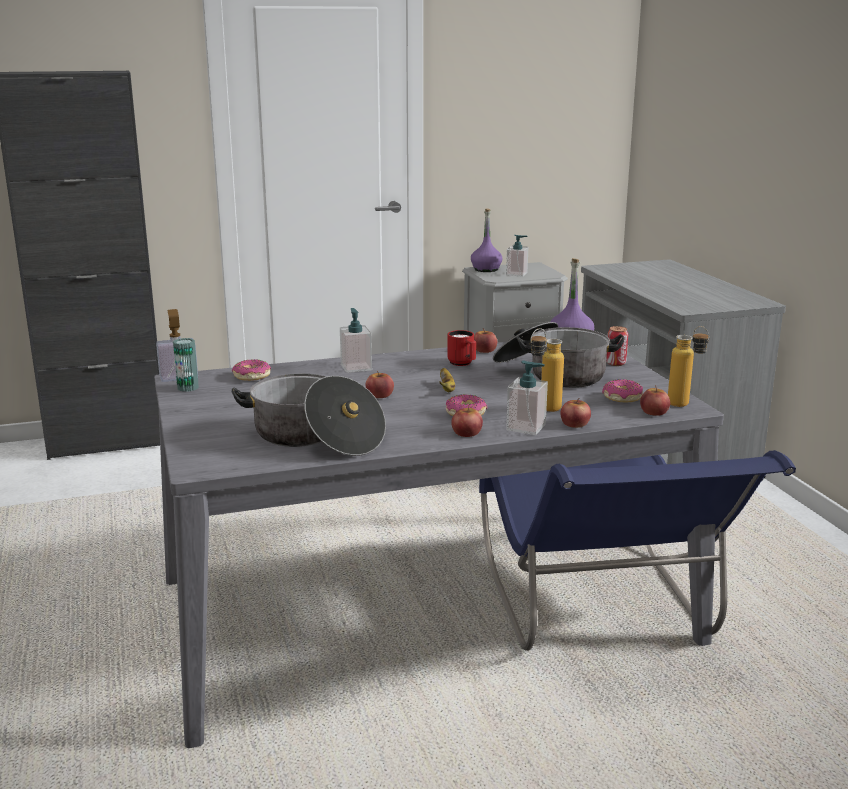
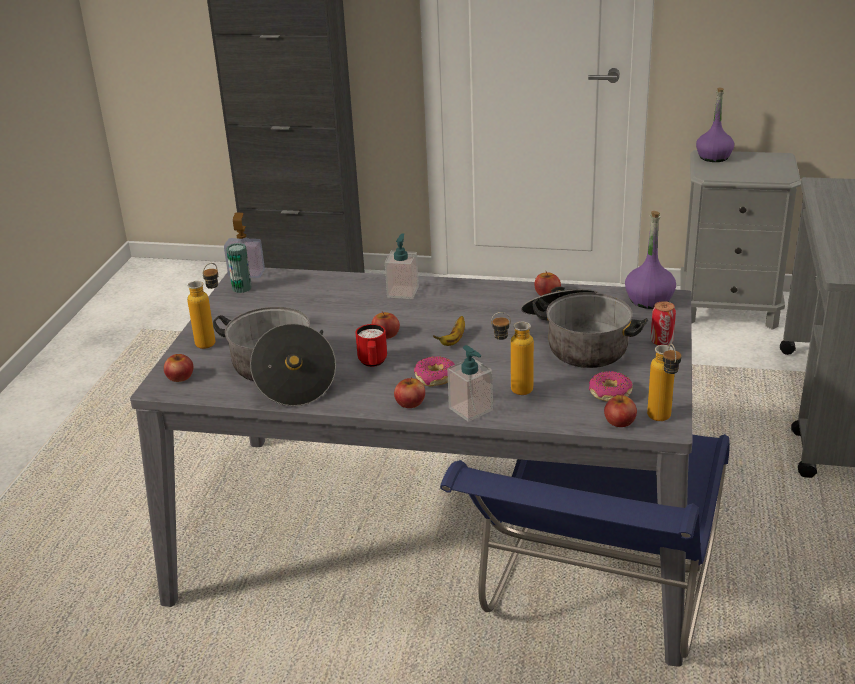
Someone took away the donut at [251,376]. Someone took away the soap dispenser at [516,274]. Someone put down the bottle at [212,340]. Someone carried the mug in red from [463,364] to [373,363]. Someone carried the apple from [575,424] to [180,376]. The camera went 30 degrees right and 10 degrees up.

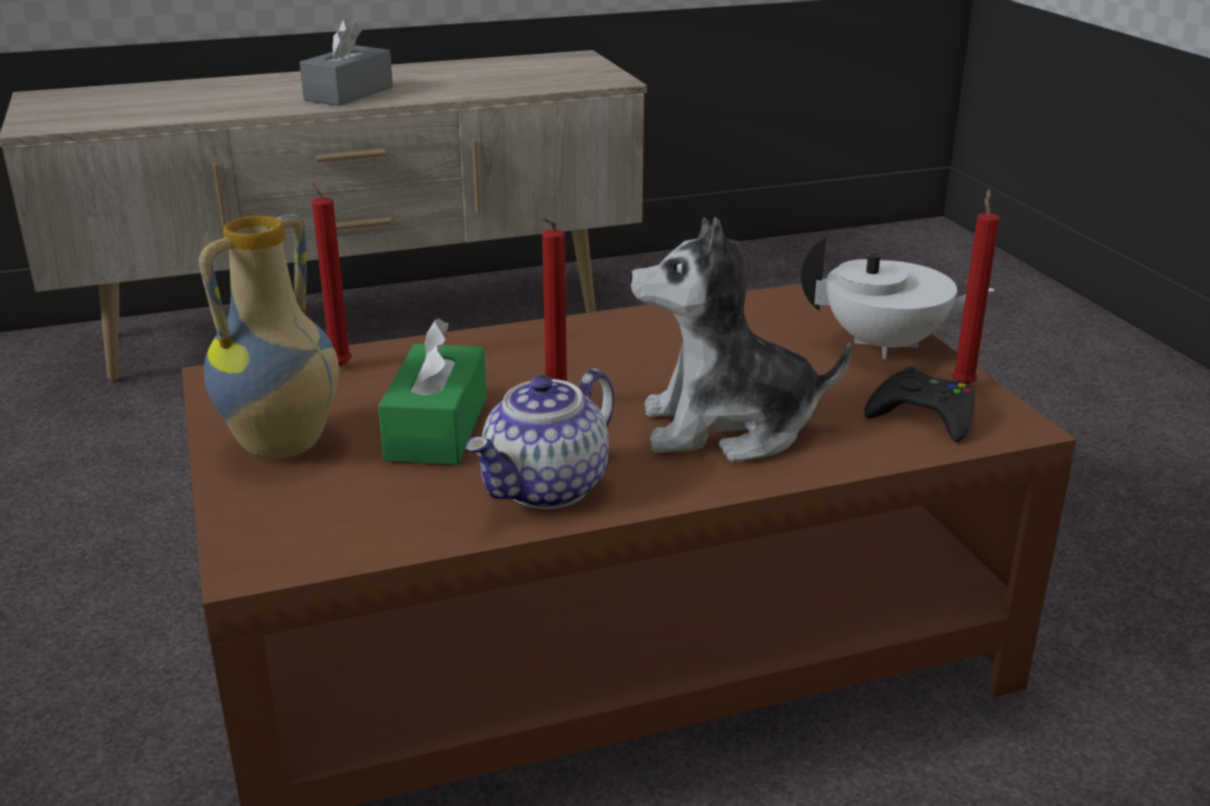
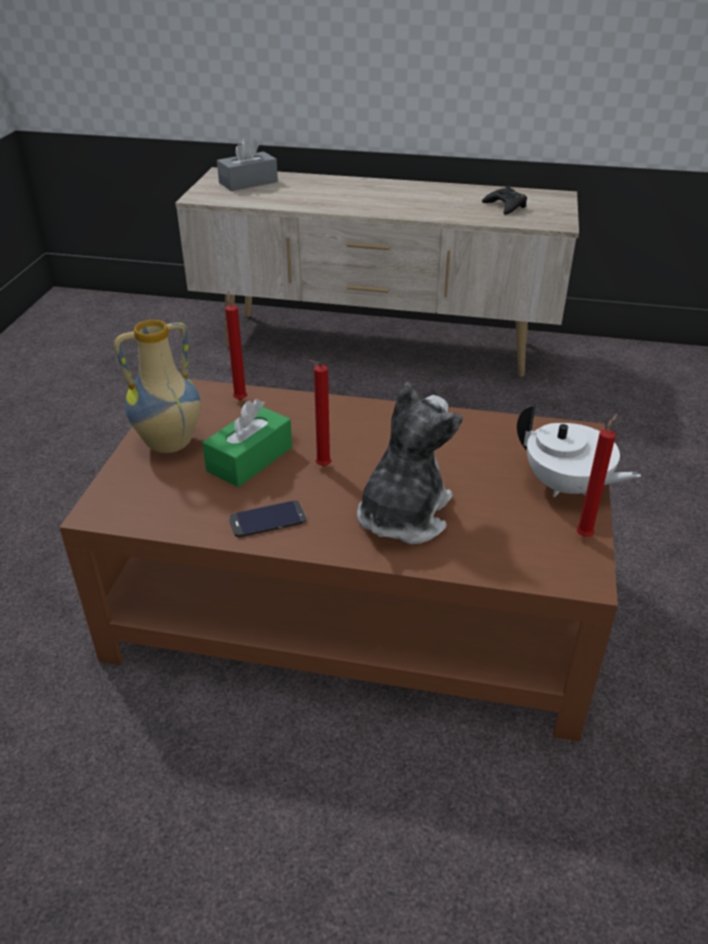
Someone carried the tissue box in grey from [349,93] to [248,182]. Someone carried the game controller in black from [923,415] to [505,206]. Someone swapped the teapot at [547,488] for the phone at [267,519]. Someone rotated the plush toy at [727,428] by 90 degrees clockwise. The camera went 30 degrees right and 10 degrees up.

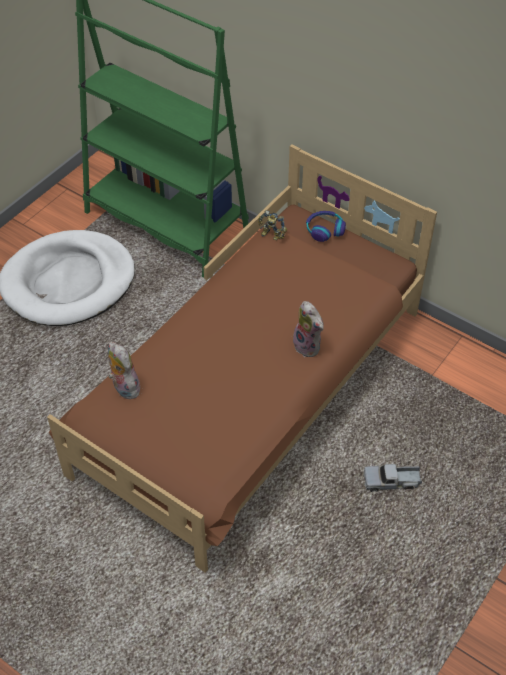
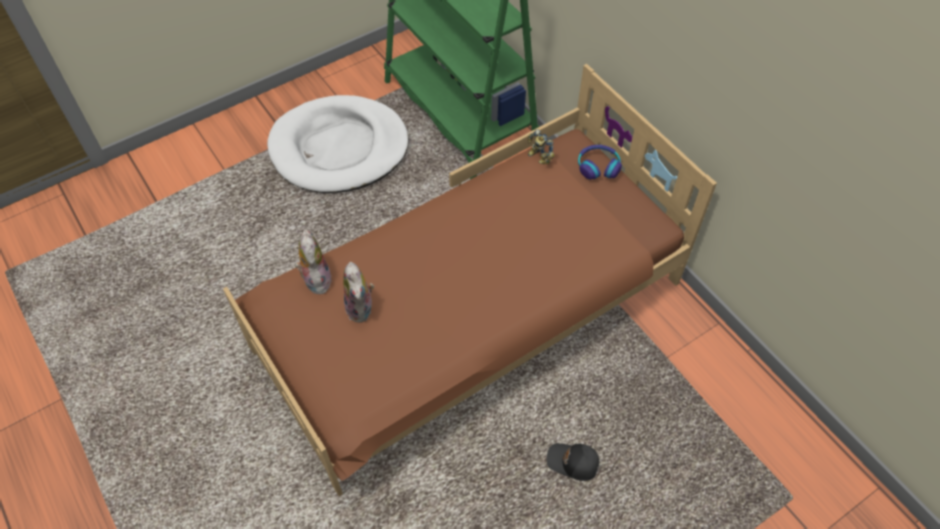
Someone carried the plush toy from [309,346] to [361,309]. Someone swapped the toy truck at [391,481] for the cap in black at [573,463]. The camera went 20 degrees right and 5 degrees up.

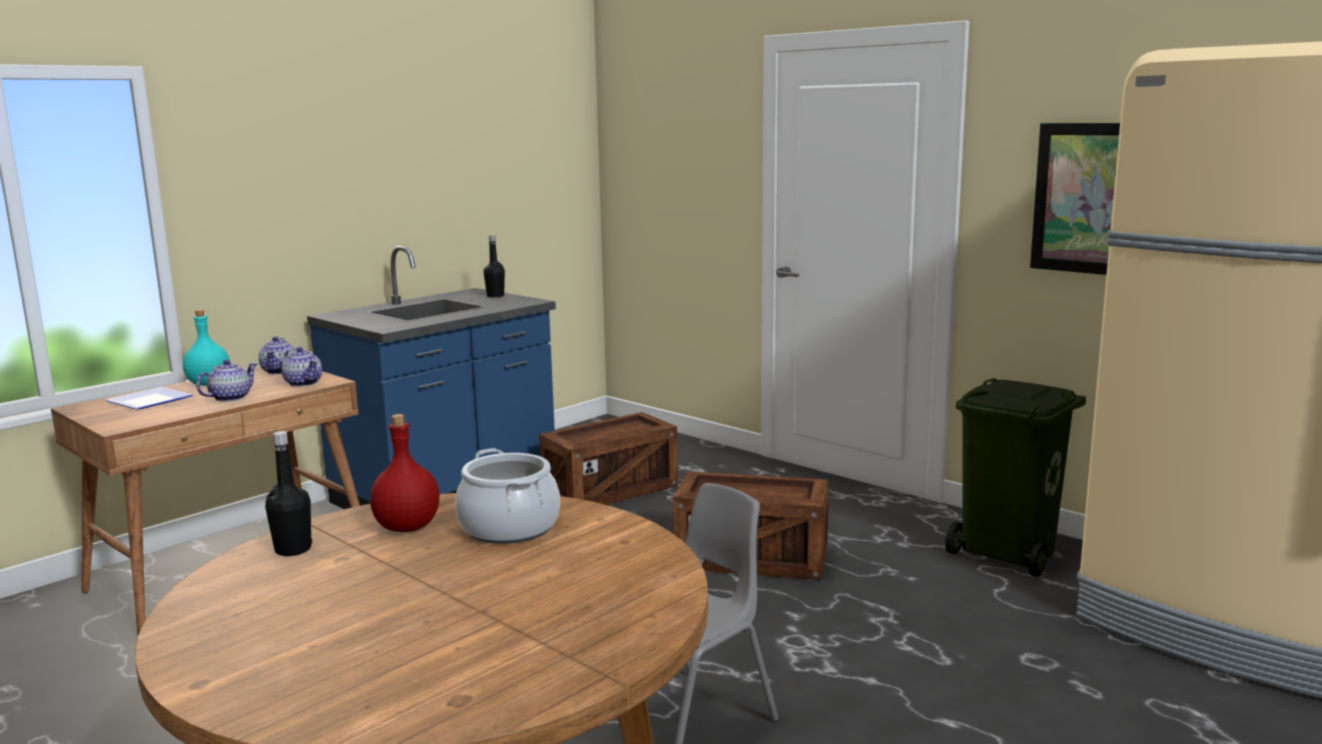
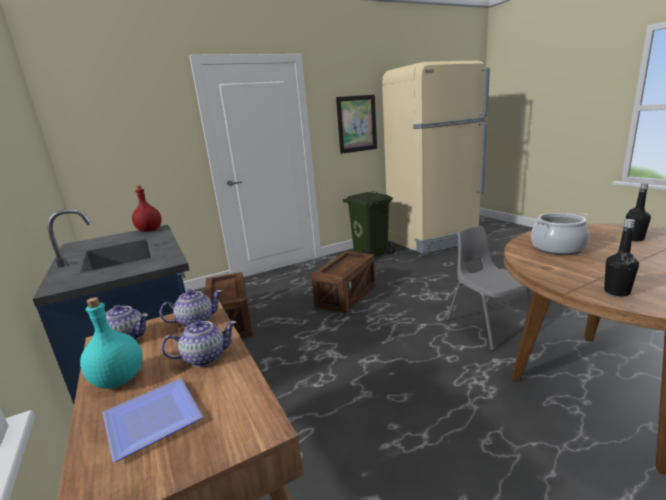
Someone carried the bottle in red from [406,527] to [149,230]. Someone carried the bottle in black from [495,296] to [634,239]. Someone rotated the teapot at [230,398] by 105 degrees clockwise. The camera went 70 degrees left and 5 degrees up.

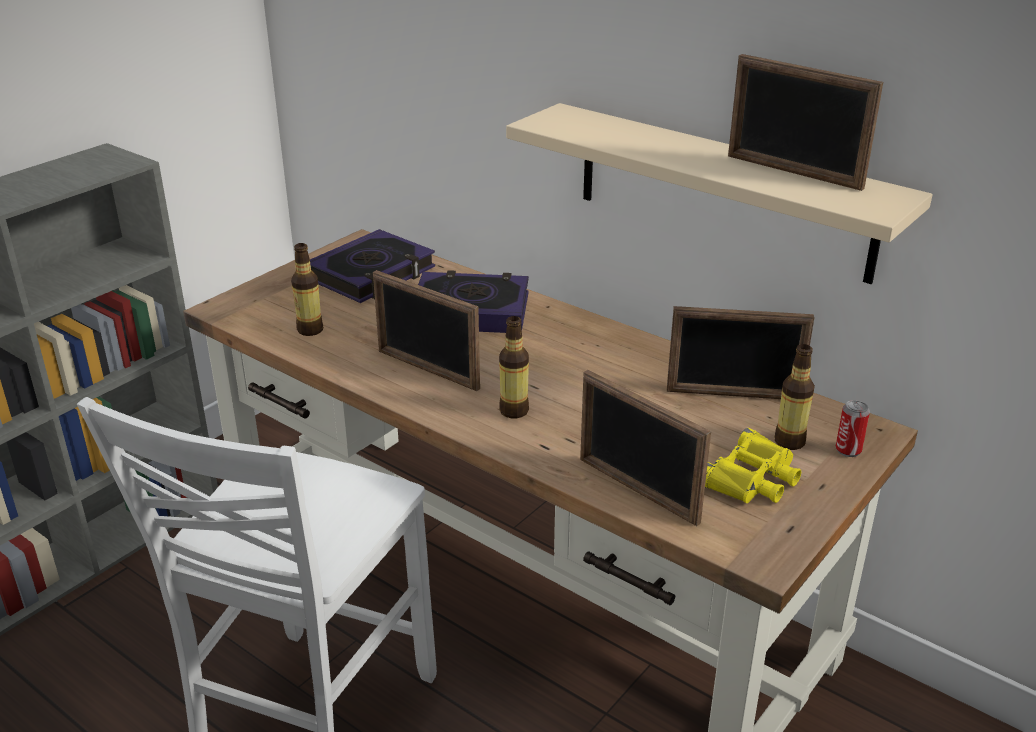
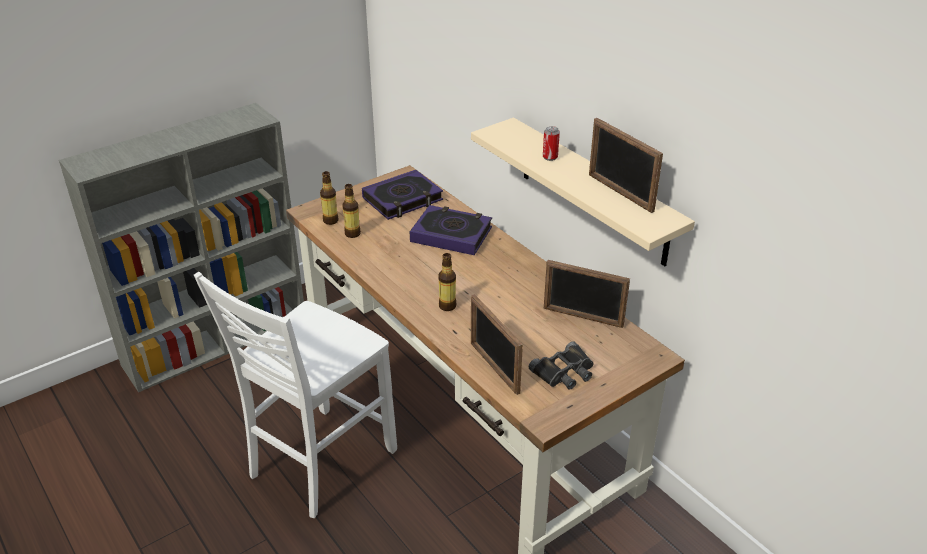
Someone took away the picture frame at [427,370]. Someone carried the bottle from [789,441] to [330,220]. Someone carried the can from [848,450] to [550,157]. Someone repainted the binoculars in yellow at [752,478], which became the binoculars in black at [564,372]. The camera went 15 degrees right and 5 degrees up.

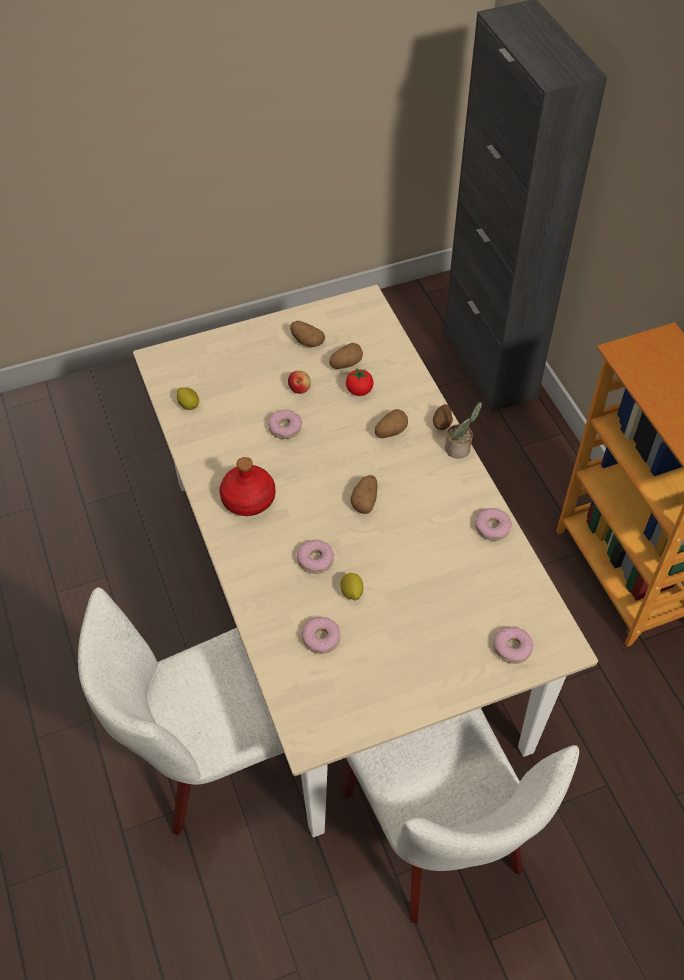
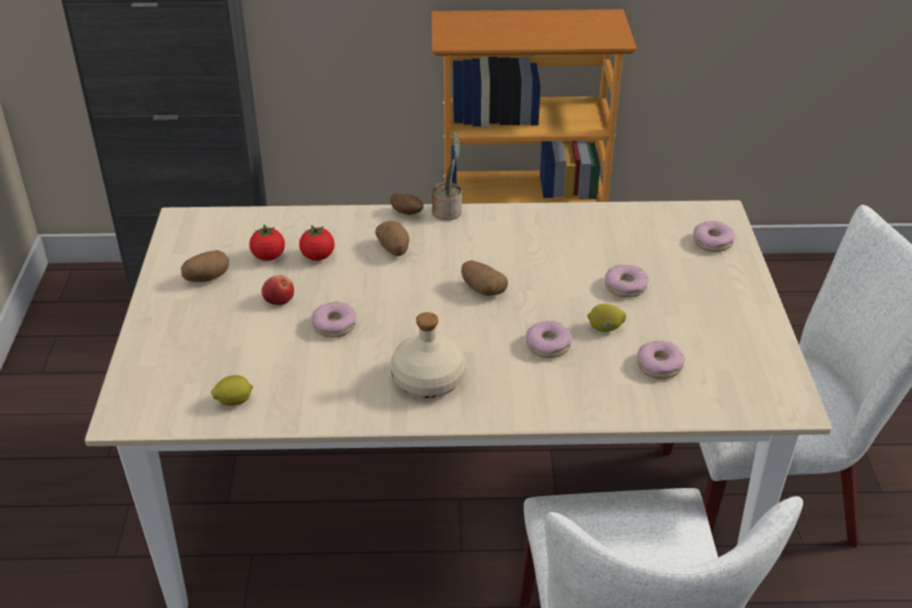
Someone carried the donut from [492,527] to [625,286]. Someone swapped the potato at [346,364] for the tomato at [268,257]. Someone repainted the bottle in red at [248,498], which became the bottle in beige at [427,380]. The camera went 70 degrees left and 15 degrees down.

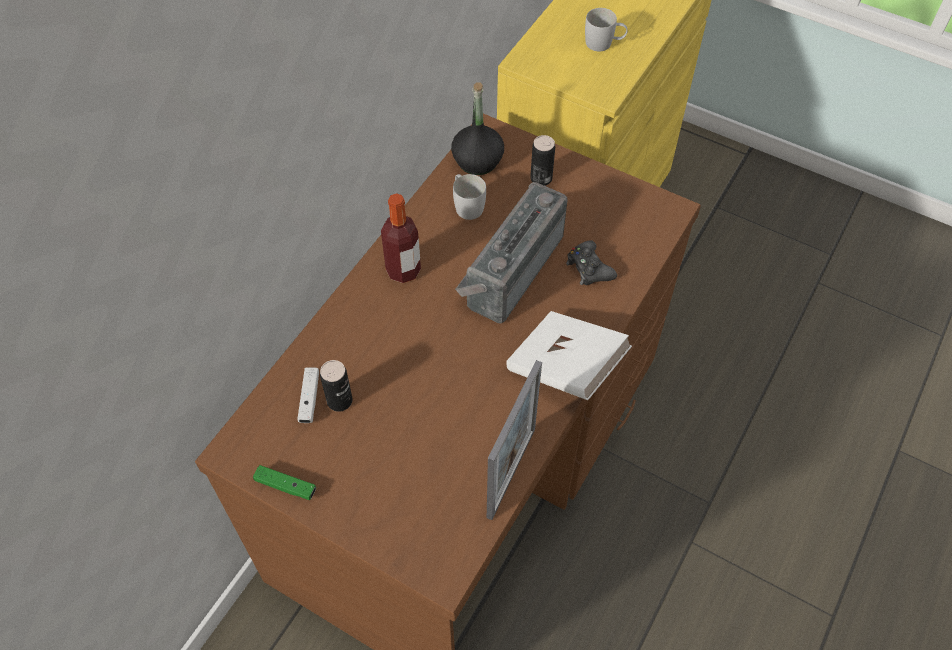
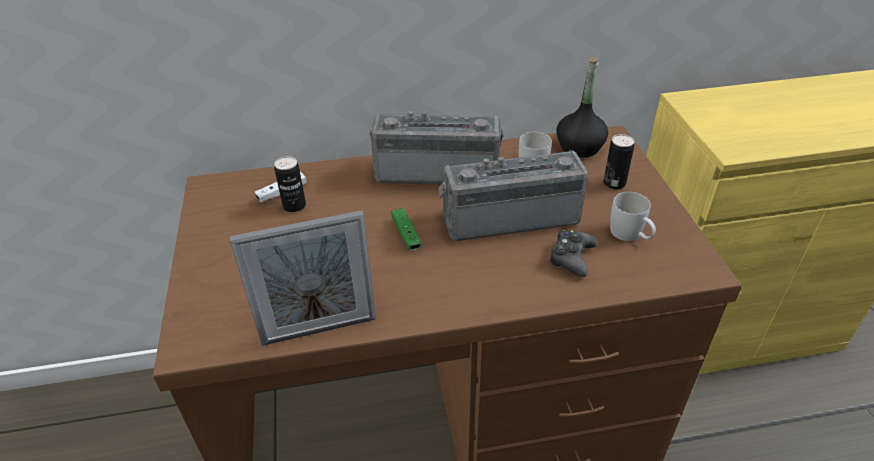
Someone took away the book in white at [565,368]. Someone carried the game controller in green from [286,486] to [406,234]. Someone carried the mug in white from [604,44] to [630,235]. Someone swapped the bottle at [403,270] for the radio at [437,170]. The camera went 50 degrees right and 15 degrees down.

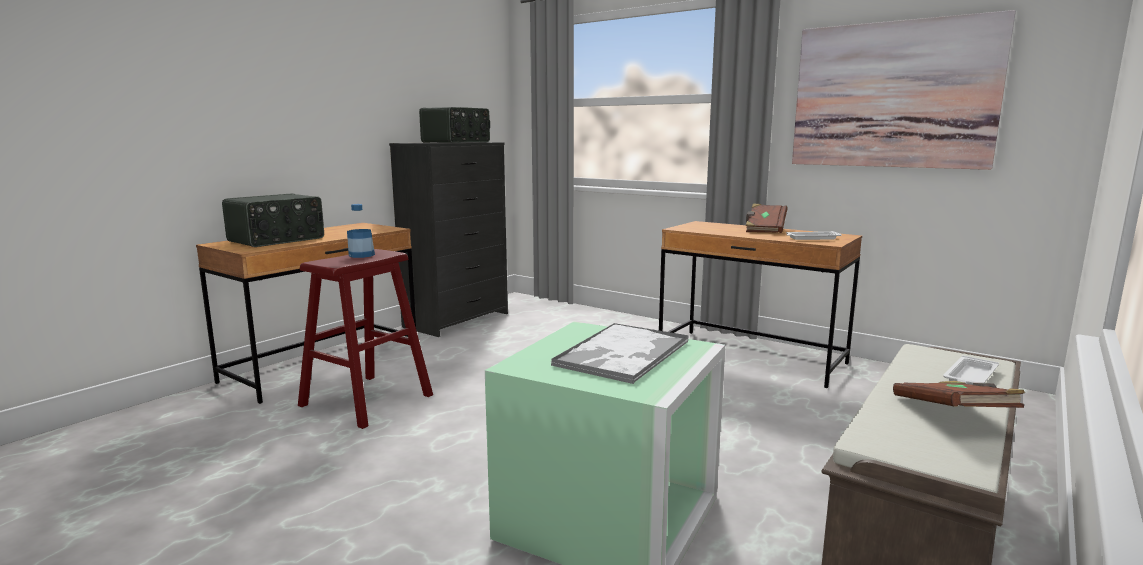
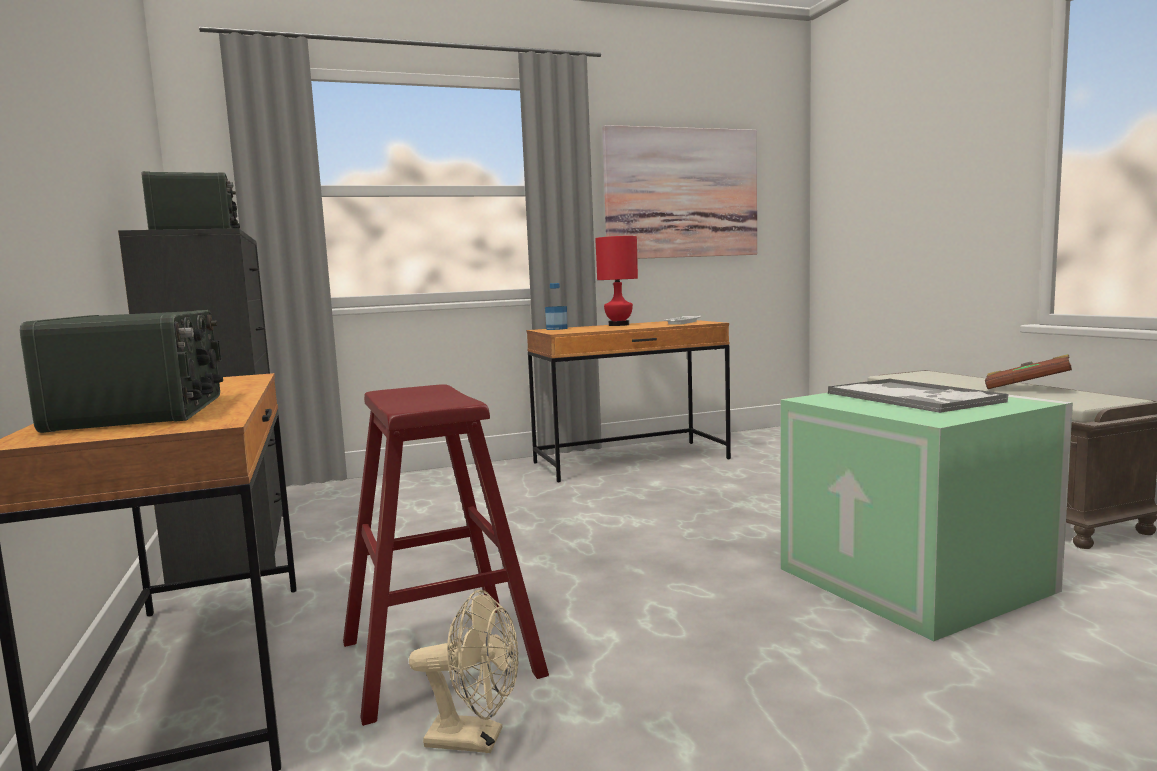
Someone took away the tray in white at [970,377]. Someone put down the fan in beige at [476,739]. Someone carried the bottle from [361,255] to [556,329]. Someone swapped the book in brown at [764,229] for the table lamp in red at [618,325]. The camera went 55 degrees left and 5 degrees down.

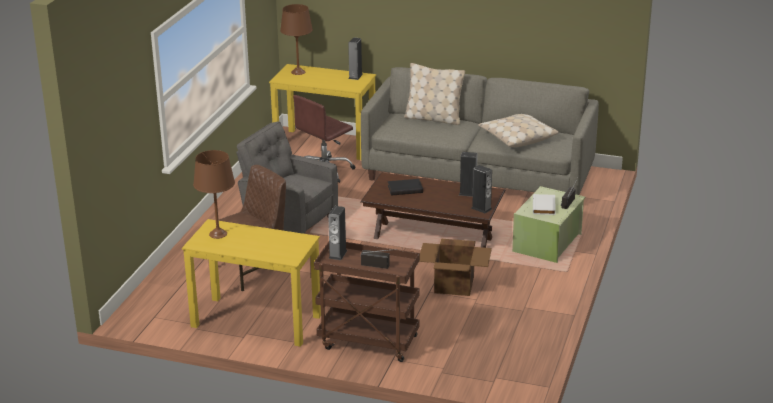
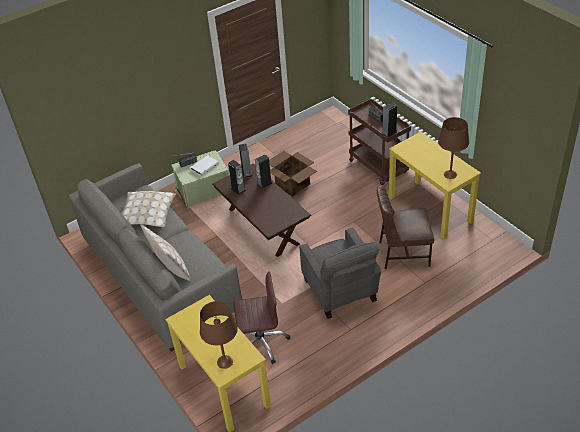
Someone took away the book in black at [405,189]. Someone carried the speaker from [355,76] to [264,184]. The camera went 140 degrees left and 15 degrees up.

